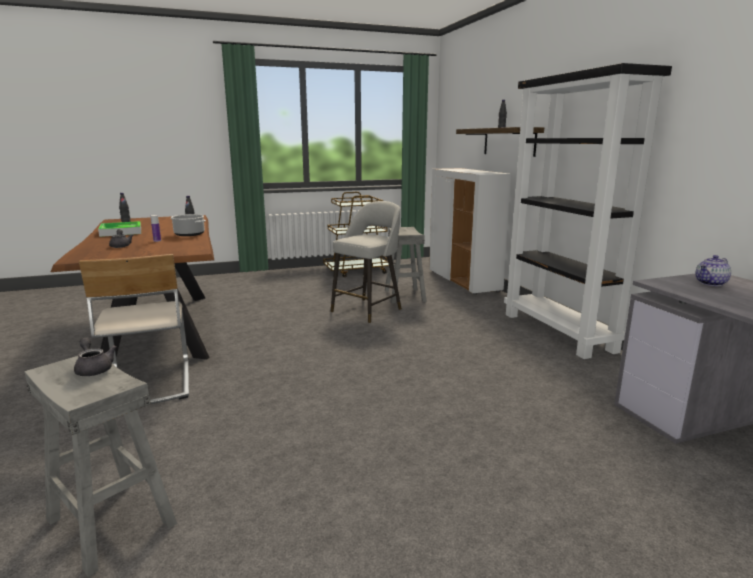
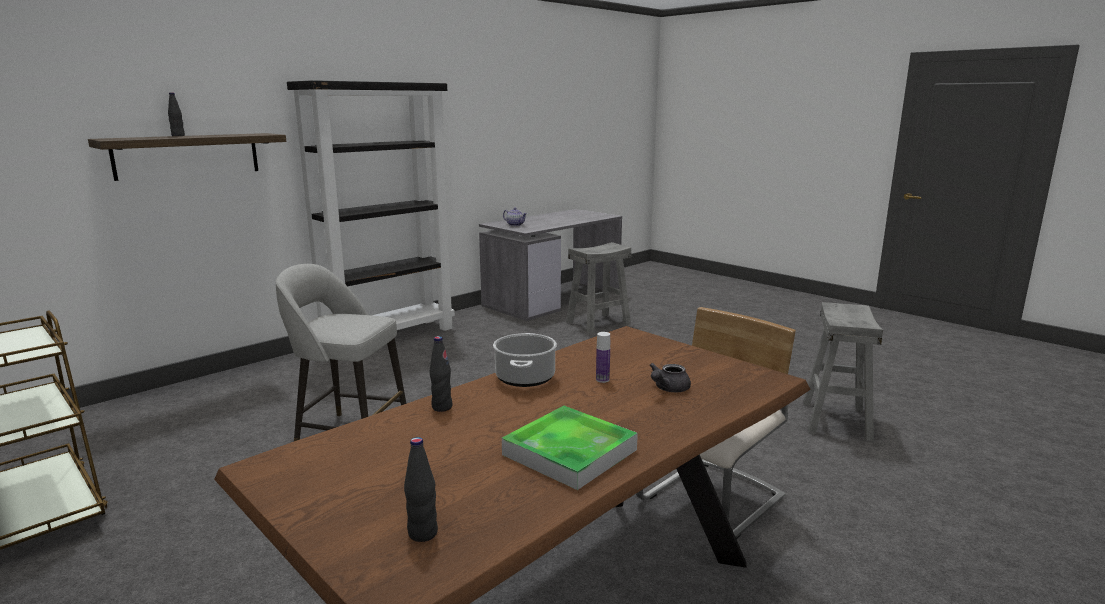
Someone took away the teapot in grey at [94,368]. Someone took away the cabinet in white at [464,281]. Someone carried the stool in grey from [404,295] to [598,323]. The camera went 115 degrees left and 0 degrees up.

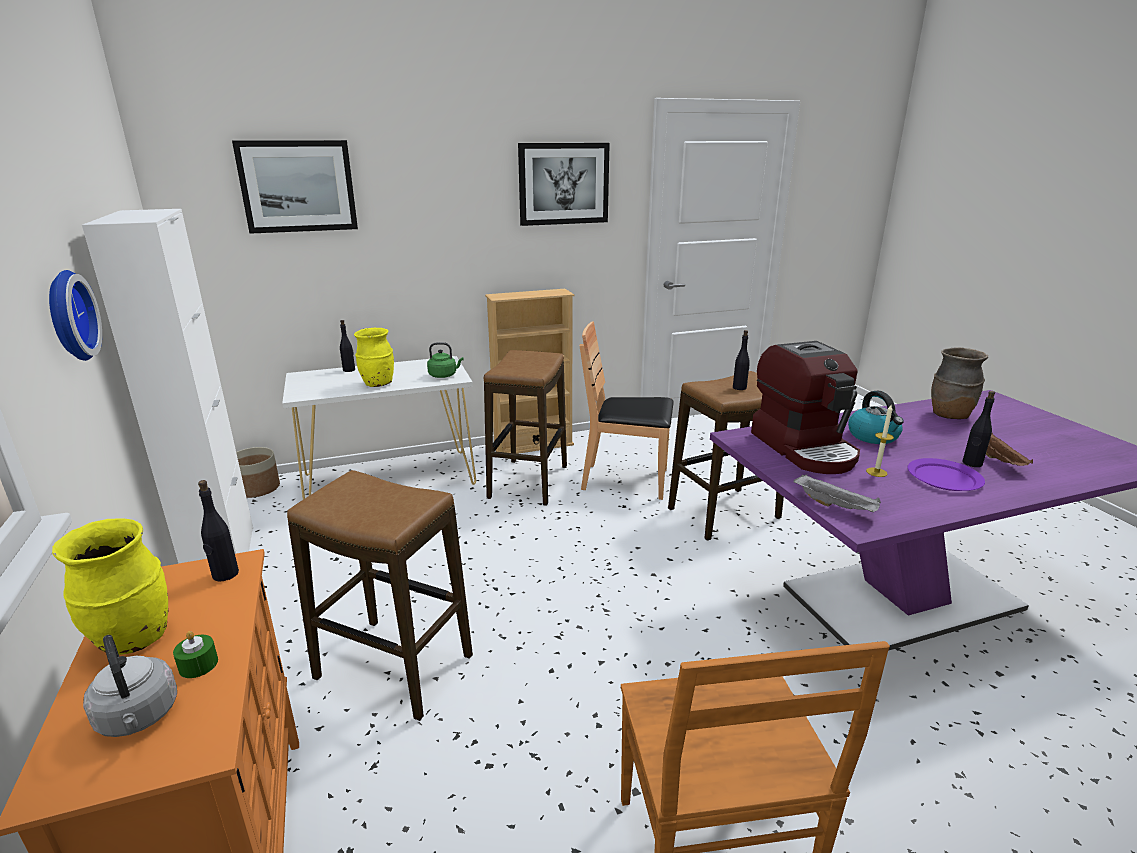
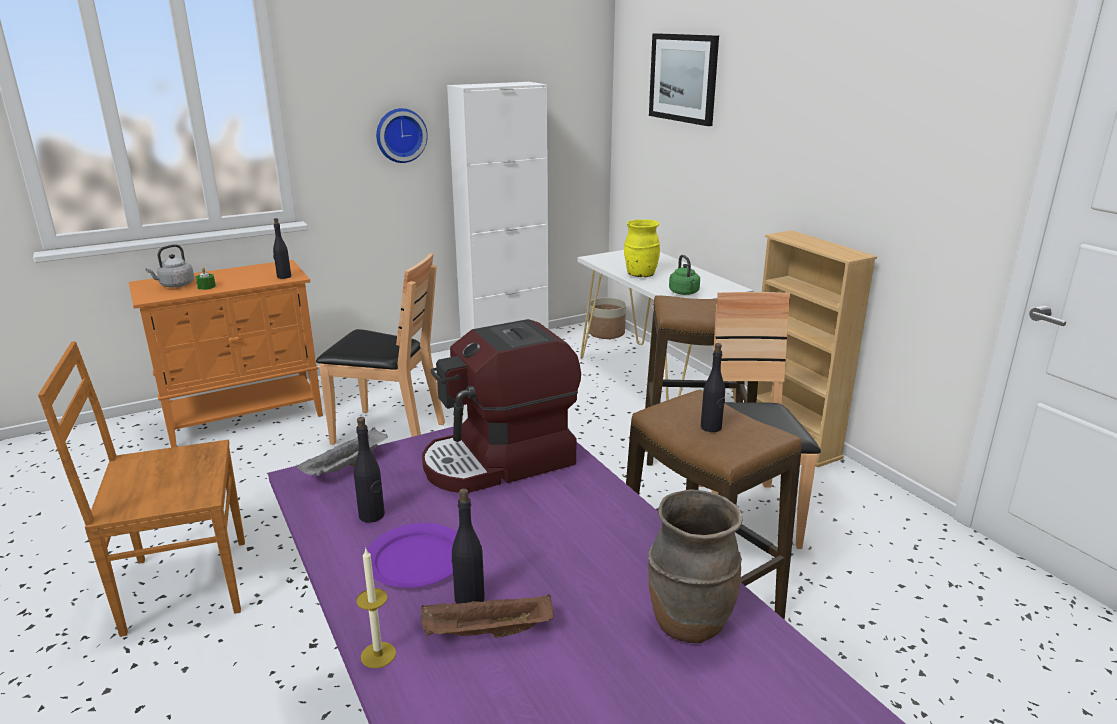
Someone took away the vase in yellow at [134,639]. Someone took away the picture at [563,184]. Someone took away the kettle at [873,436]. Someone carried the bottle in black from [349,370] to [372,515]. Someone carried the candle from [876,472] to [378,655]. Someone swapped the stool at [395,667] for the chair in brown at [388,432]. The camera went 80 degrees right and 0 degrees up.

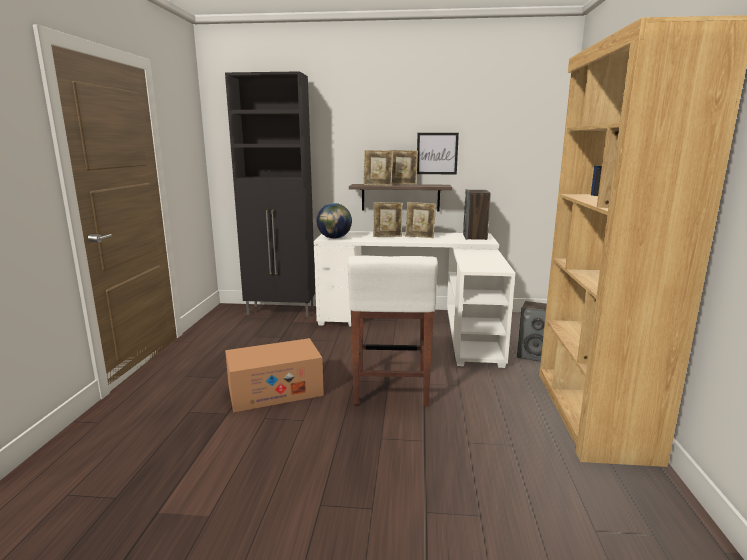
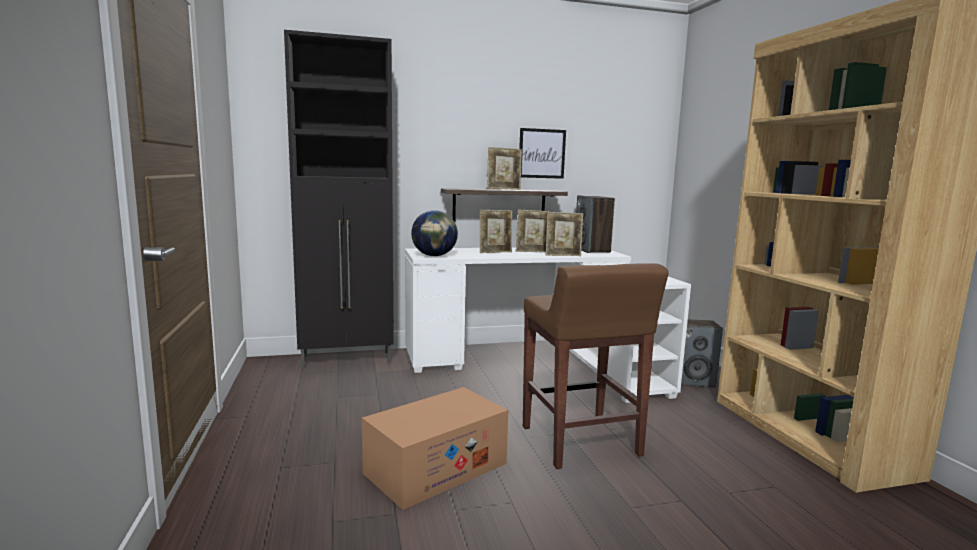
Someone carried the picture frame from [378,185] to [563,255]. Someone repainted the stool in white at [390,389], which became the stool in brown at [580,442]. The camera went 20 degrees left and 5 degrees down.

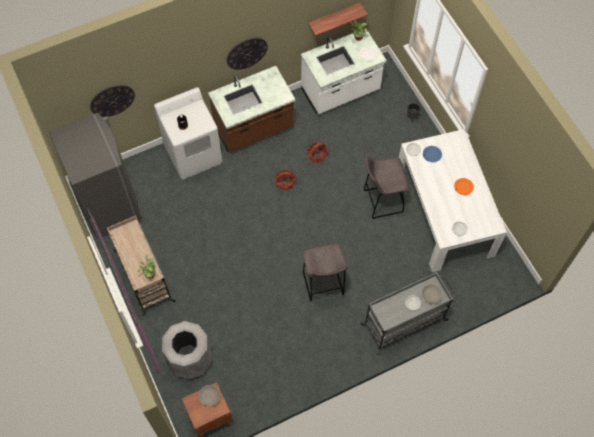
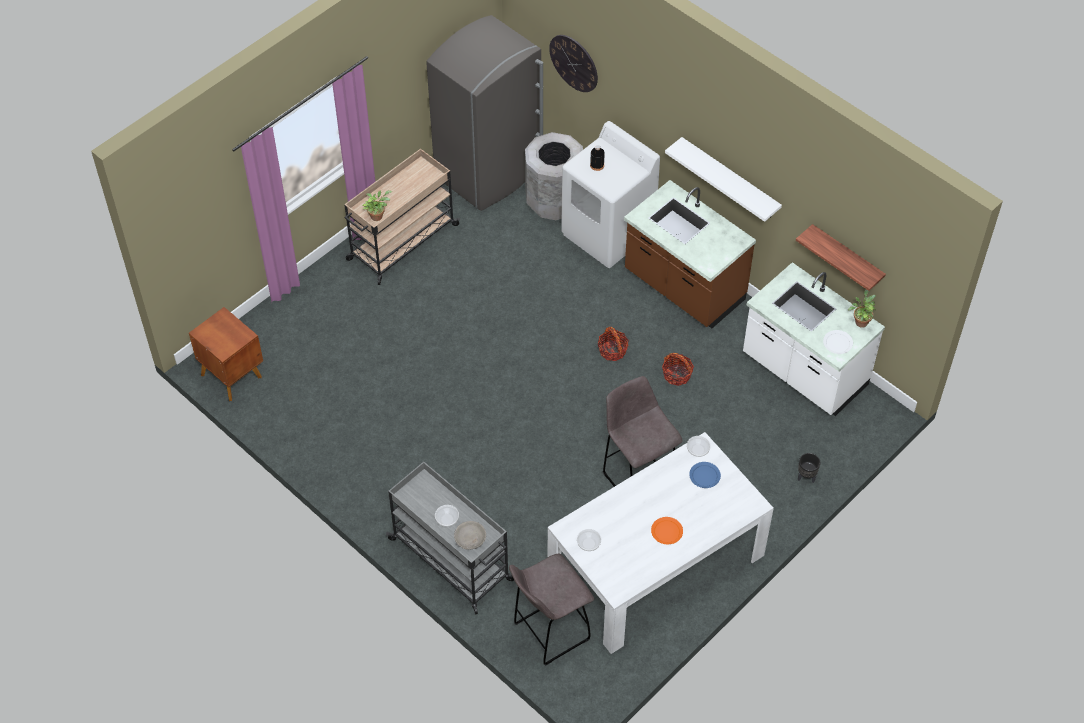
Someone took away the bowl in grey at [210,397]. Someone carried the trash can in grey from [190,359] to [553,201]. Someone carried the stool in grey from [323,285] to [549,632]. Someone swapped the wall clock at [246,53] for the shelf in white at [730,179]. The camera went 70 degrees right and 10 degrees down.

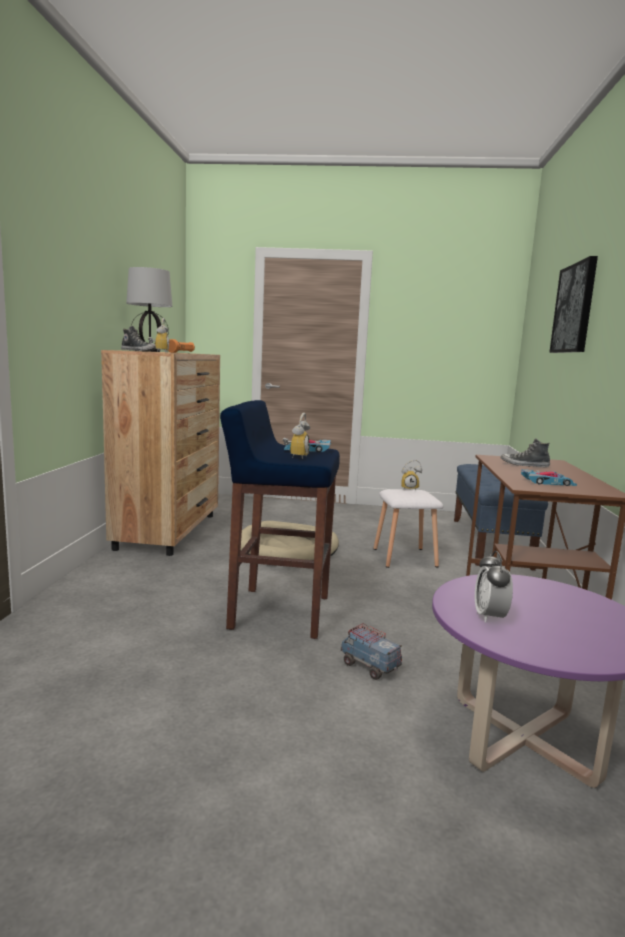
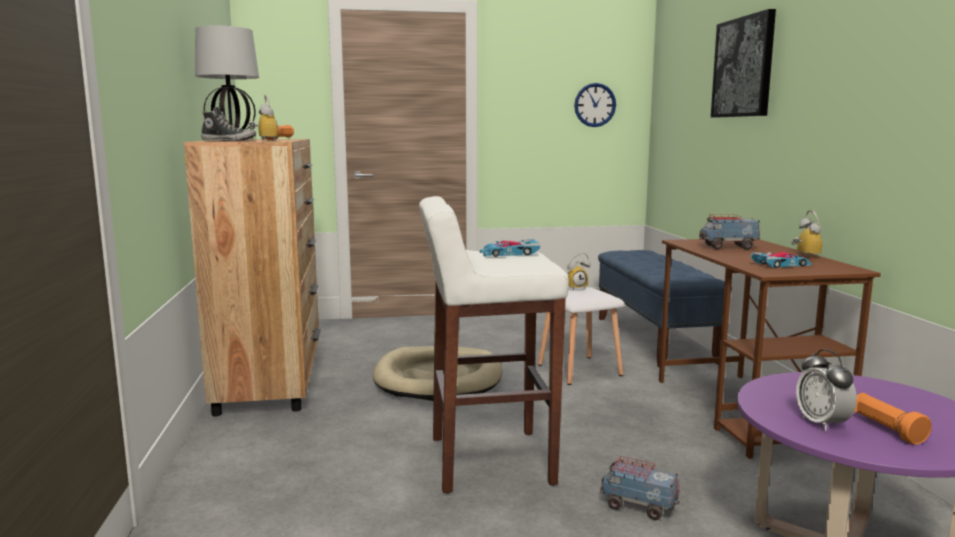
Someone put up the wall clock at [595,105]. Someone put down the flashlight in orange at [886,429]. Someone carried the alarm clock from [296,456] to [803,255]. Someone swapped the shoe at [524,465] for the toy truck at [728,247]. Someone repainted the stool in blue at [278,612], which became the stool in white at [488,460]. The camera went 15 degrees left and 0 degrees up.

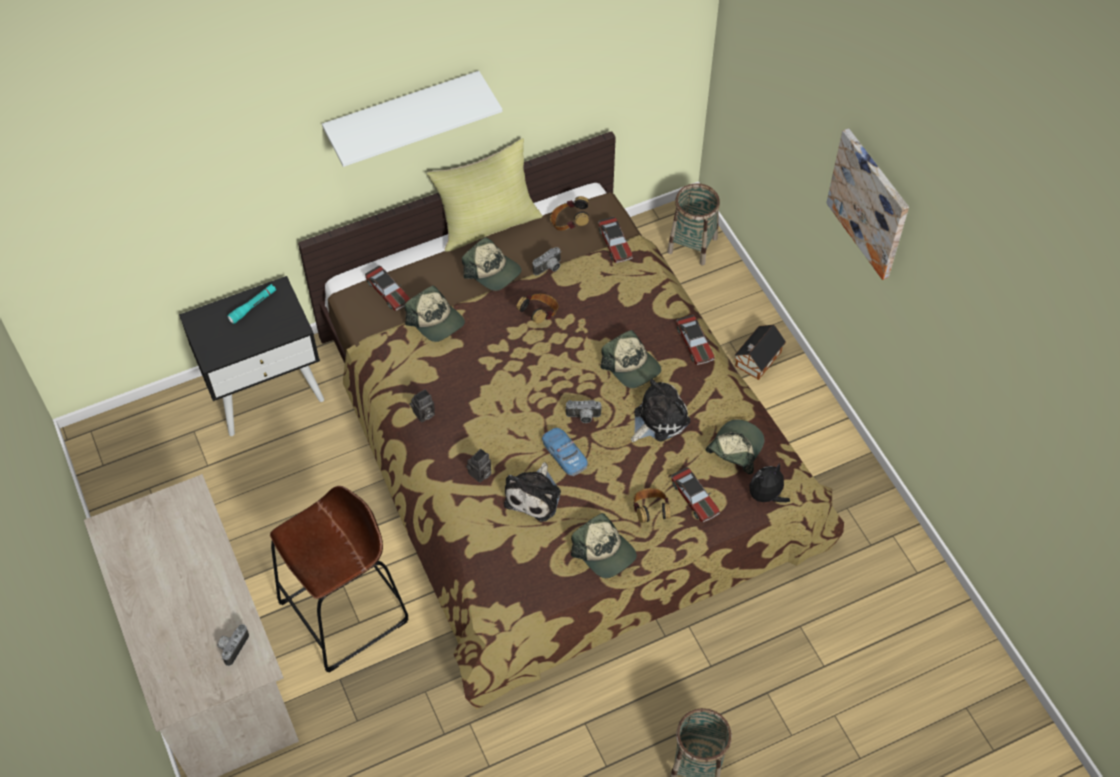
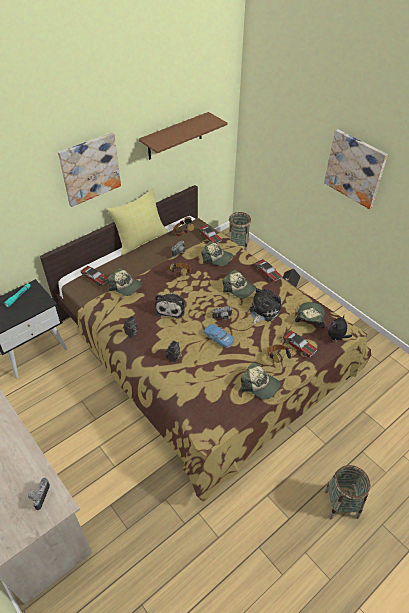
Someone took away the stool in brown at [344,612]. Someone put up the shelf in brown at [175,136]. Someone carried the cap from [492,271] to [217,258]. Someone carried the plush toy from [534,495] to [171,308]. Someone swapped the shelf in white at [403,114] for the picture at [90,169]. The camera went 15 degrees left and 10 degrees down.

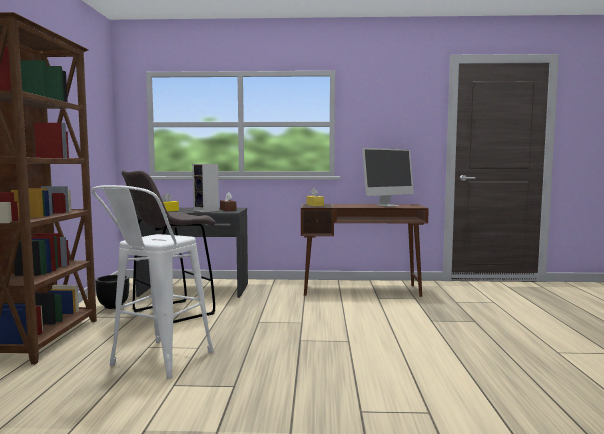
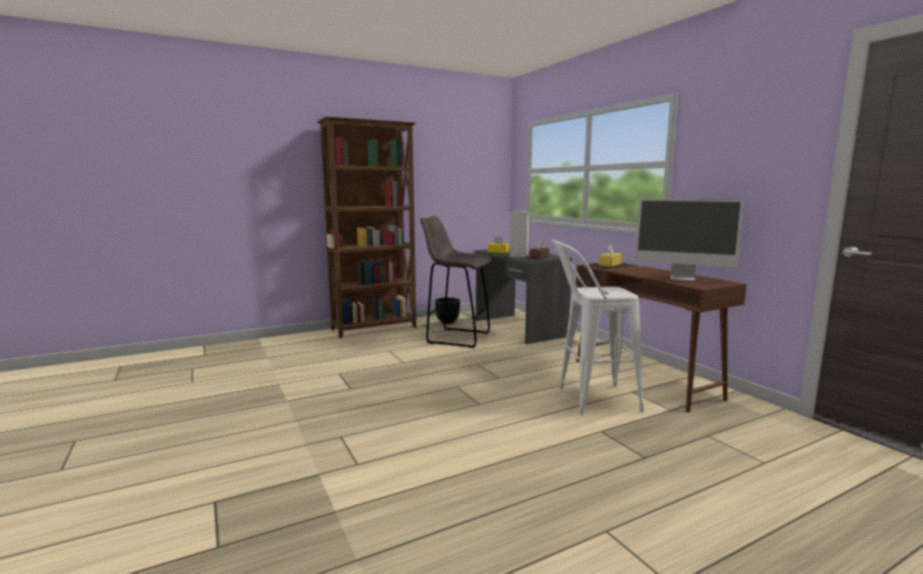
Someone carried the stool in white from [155,363] to [589,399]. The camera went 60 degrees right and 5 degrees up.

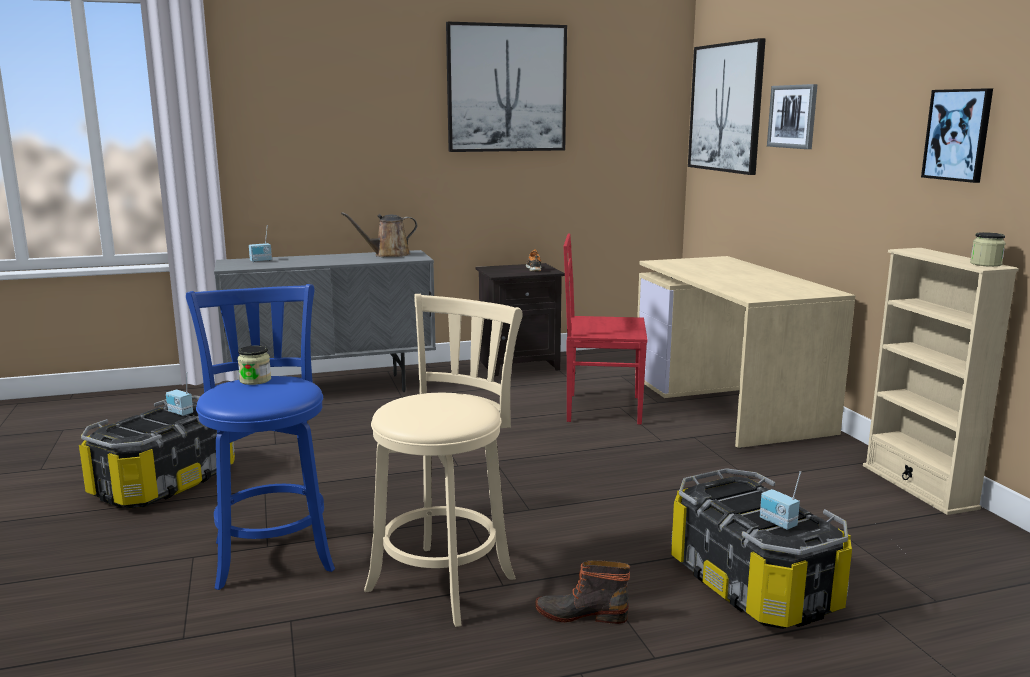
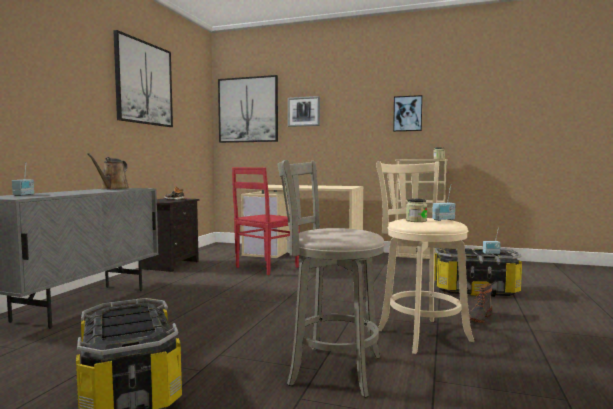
Someone carried the radio from [179,413] to [444,220]. Someone carried the jar from [255,380] to [416,221]. Someone repainted the stool in blue at [273,552], which became the stool in grey at [330,369]. The camera went 55 degrees left and 10 degrees down.

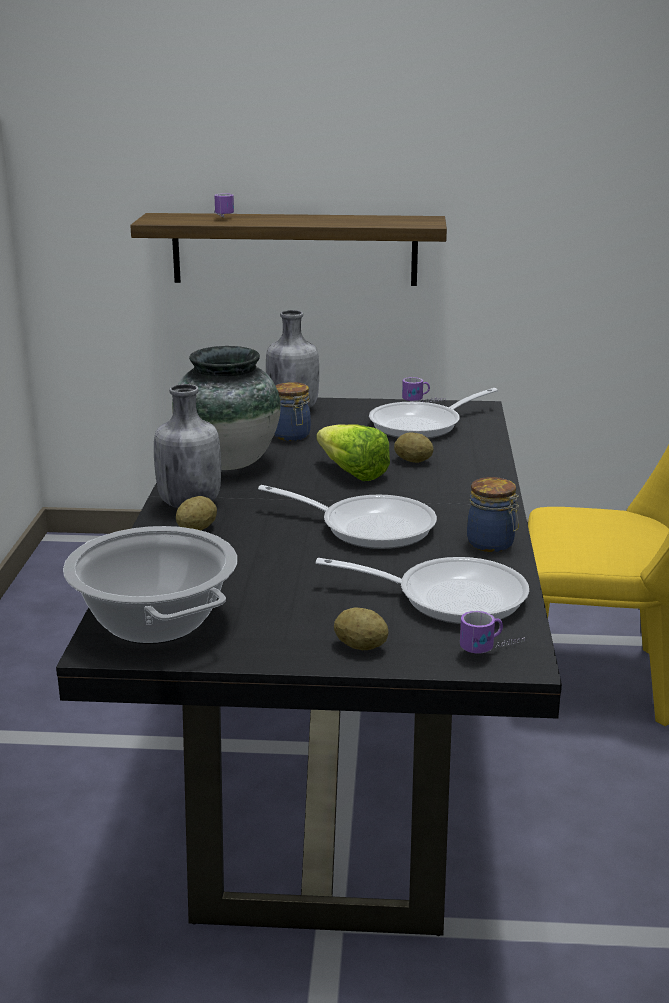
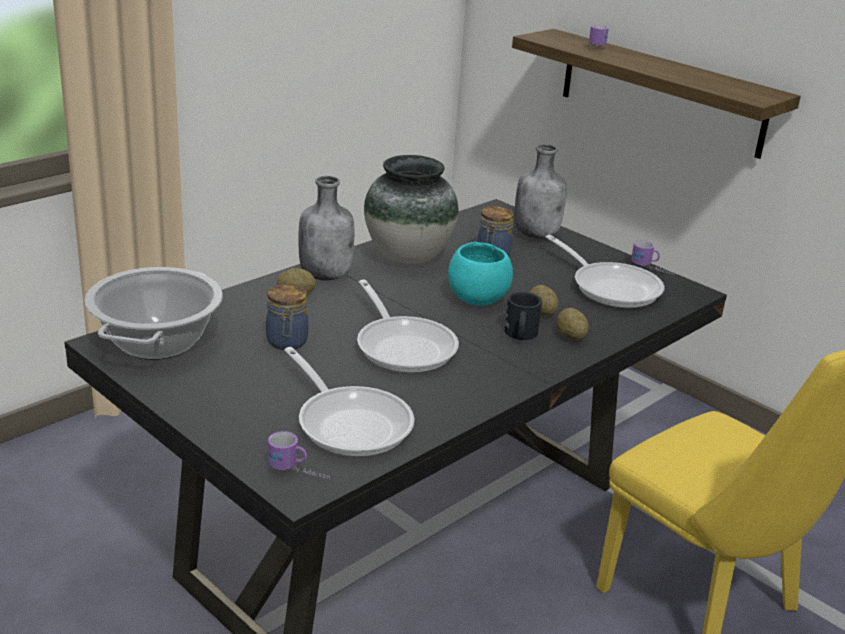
Someone put down the mug in black at [520,335]. Someone carried the potato from [360,646] to [570,336]. Someone carried the jar from [492,544] to [287,342]. Someone swapped the lettuce at [349,471] for the bowl in turquoise at [477,299]. Someone rotated the frying pan at [422,425] by 135 degrees counterclockwise. The camera went 40 degrees right and 5 degrees up.

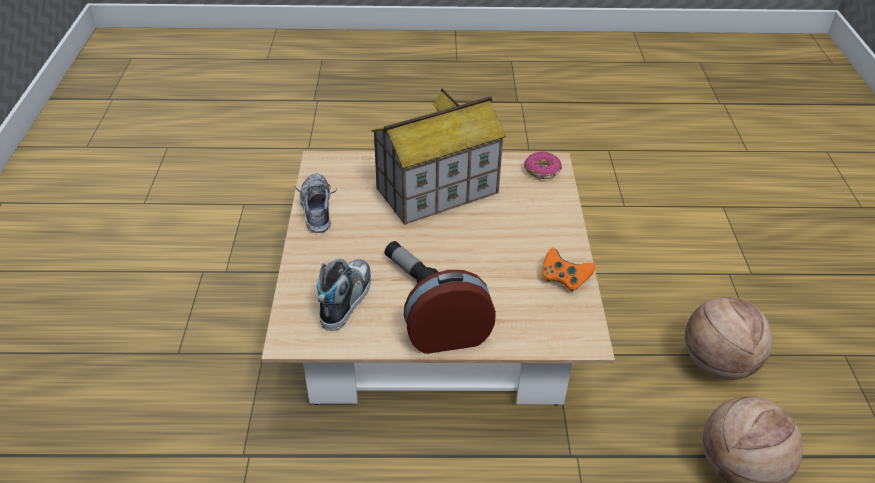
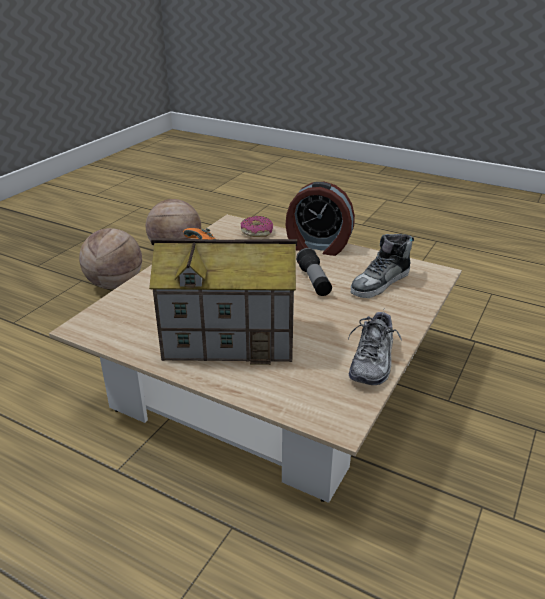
Someone carried the donut from [542,171] to [257,232]. The camera went 150 degrees left and 10 degrees down.

